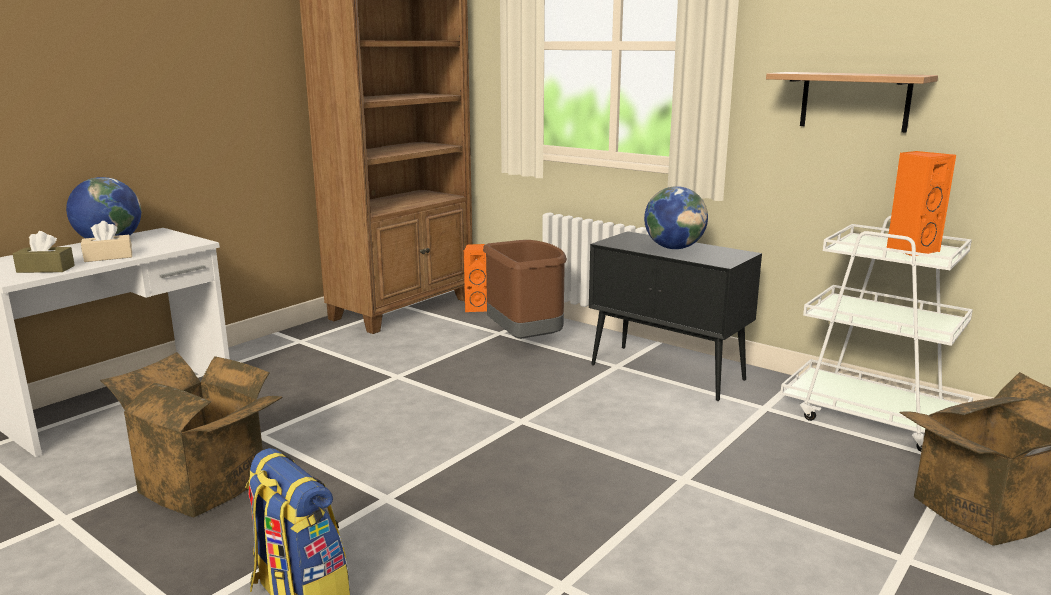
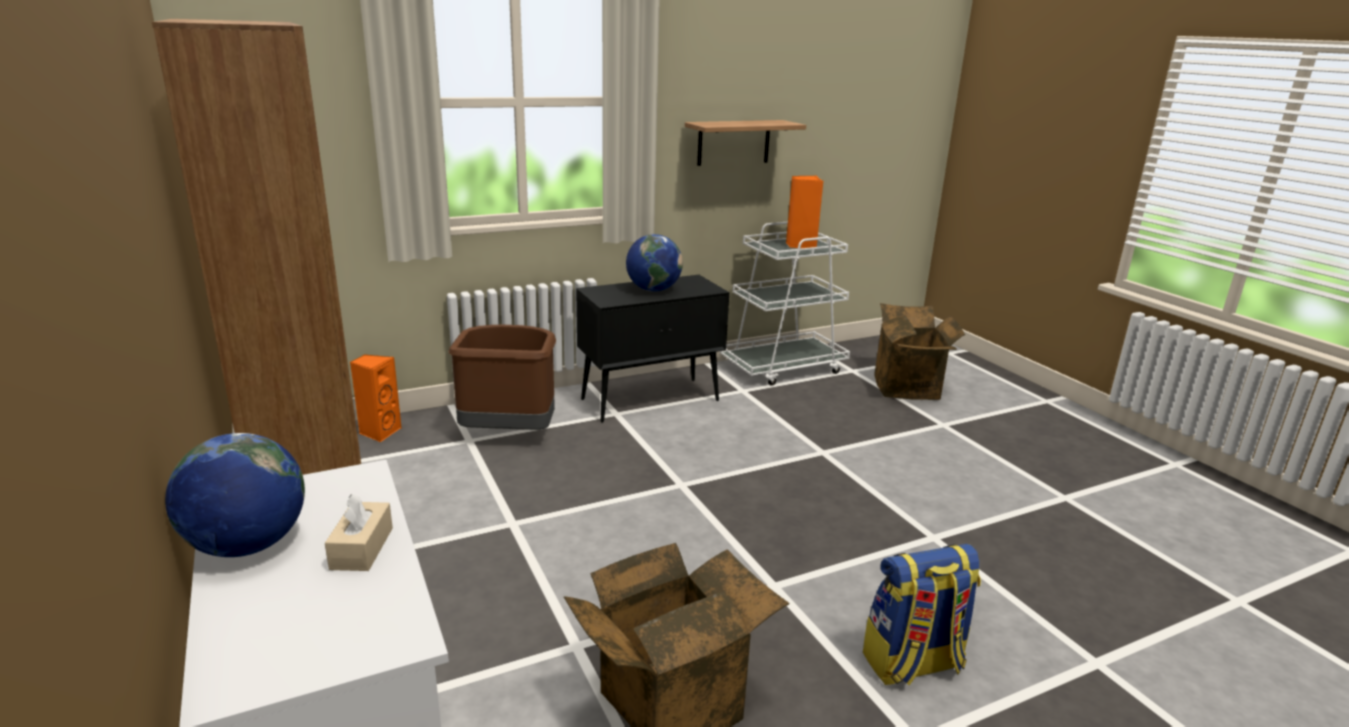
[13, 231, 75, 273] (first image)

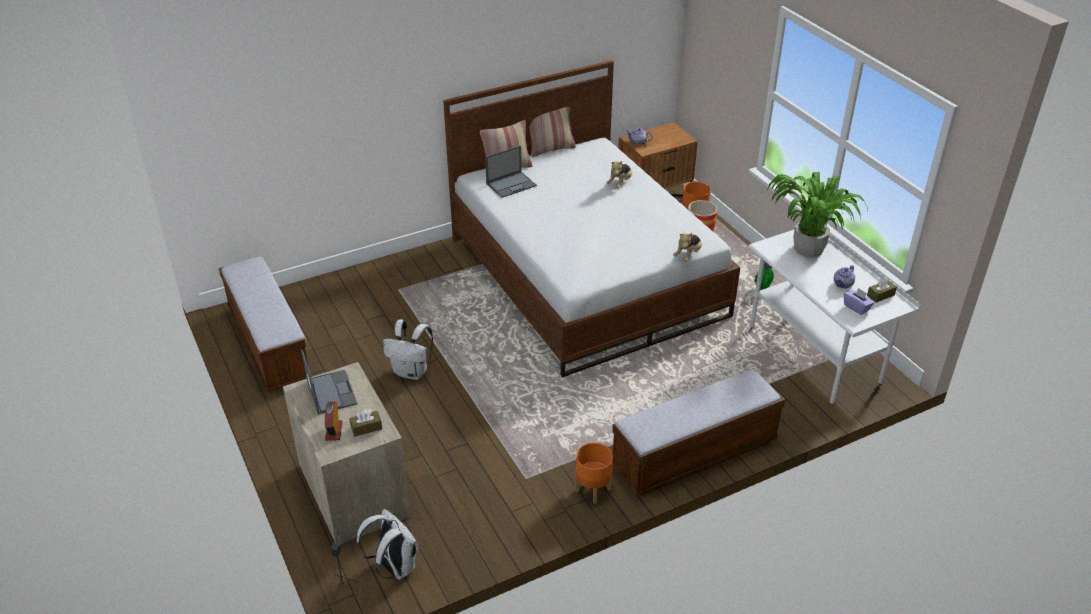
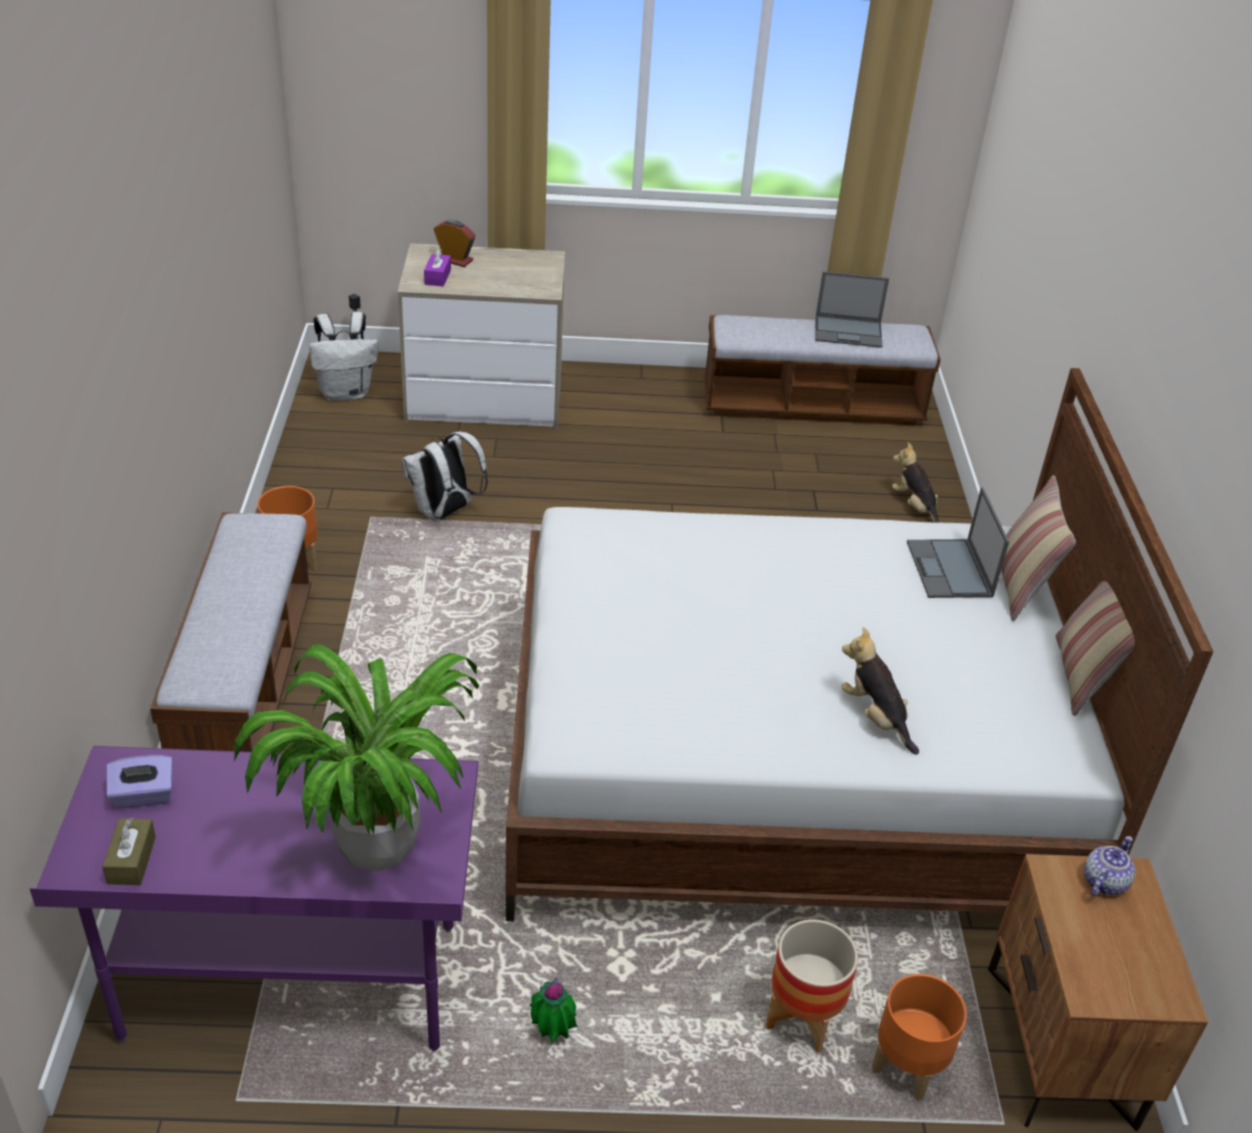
[29, 746, 478, 1051]
[892, 442, 942, 523]
[834, 265, 855, 289] (first image)
[402, 431, 488, 521]
[816, 272, 889, 348]
[424, 248, 451, 287]

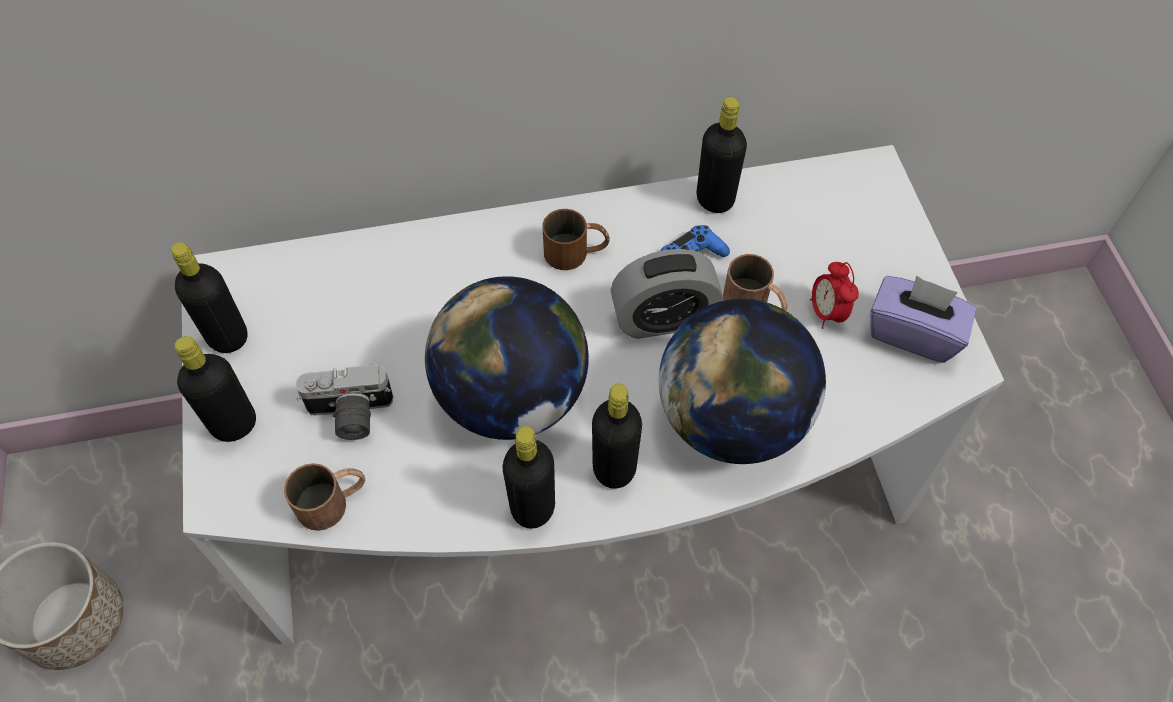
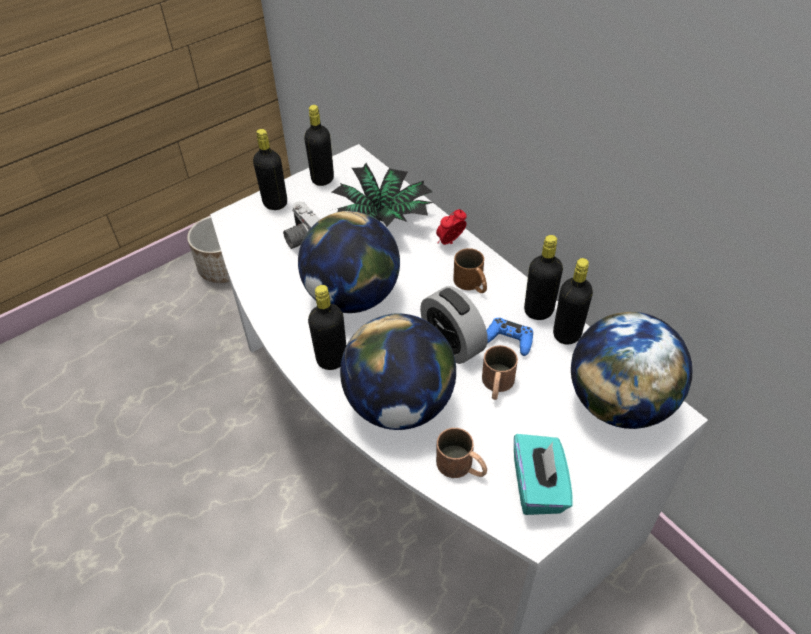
[436, 209, 467, 245]
[514, 434, 573, 515]
[524, 235, 563, 320]
[436, 428, 487, 478]
[332, 163, 434, 227]
[571, 312, 692, 429]

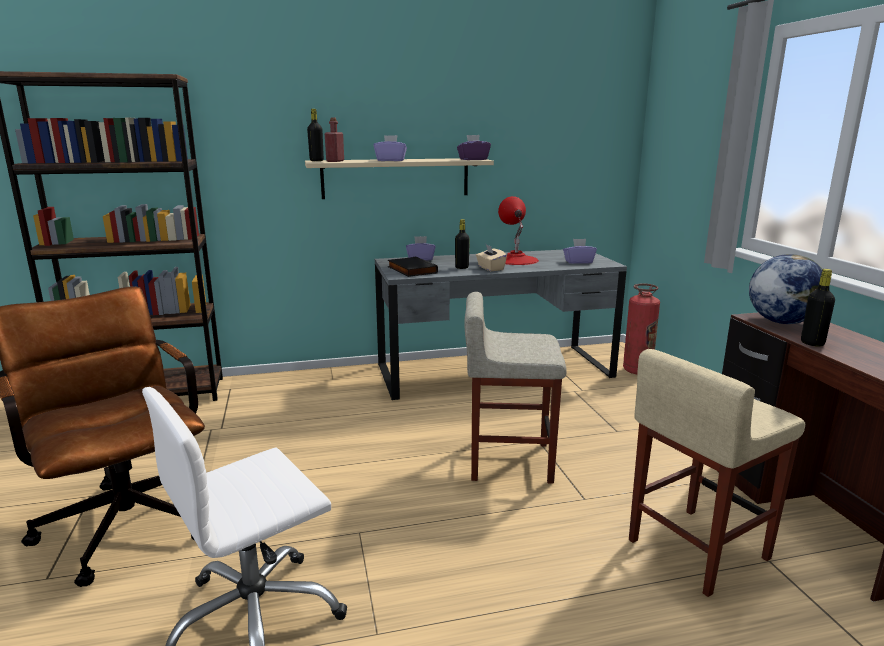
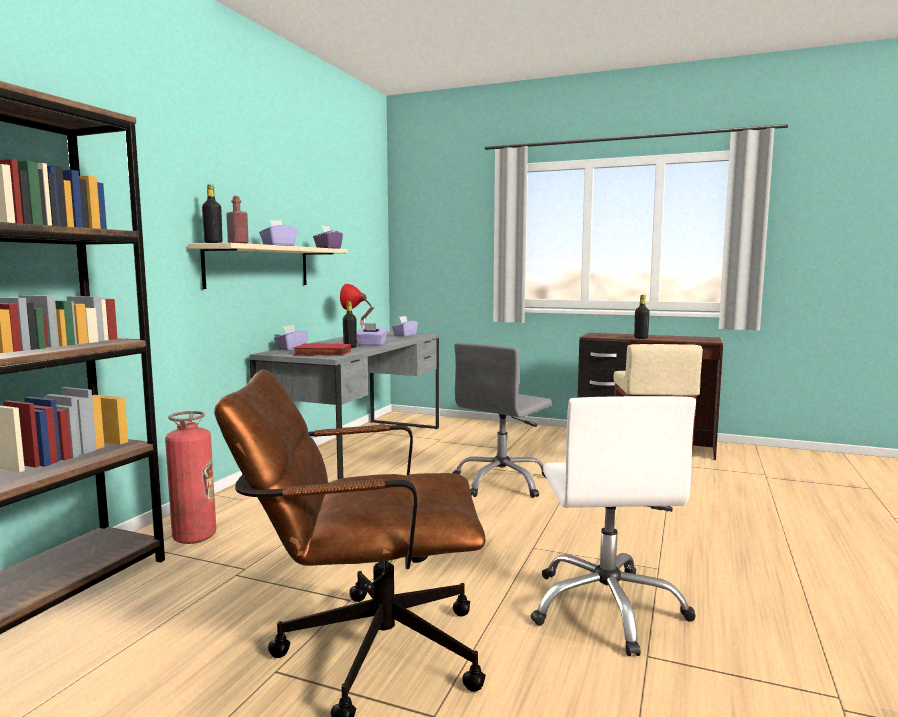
[357, 323, 387, 346]
[749, 254, 830, 324] (first image)
[293, 343, 351, 356]
[165, 411, 216, 544]
[452, 342, 552, 498]

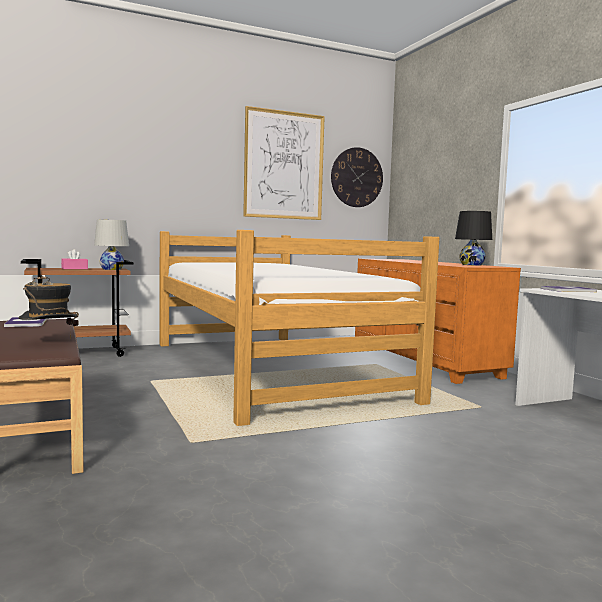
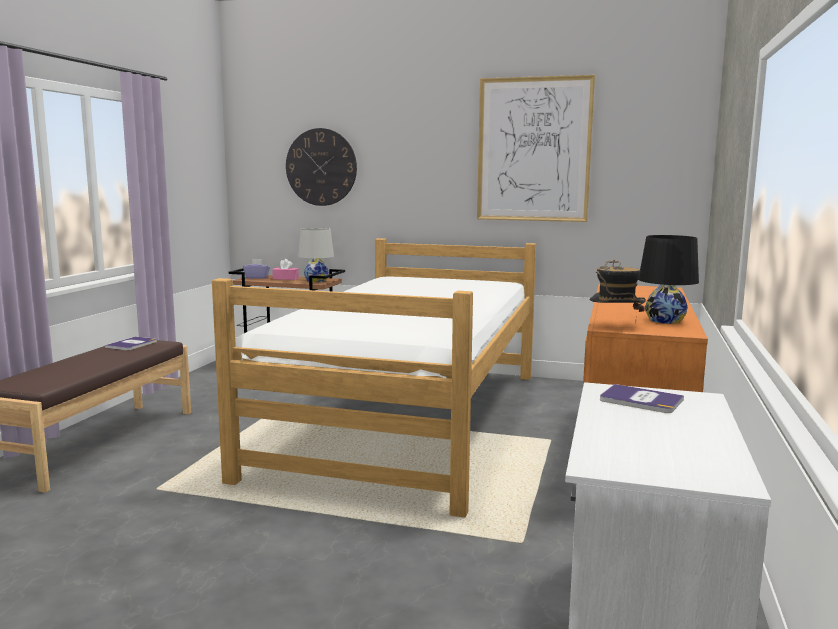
[286, 128, 357, 206]
[590, 260, 646, 323]
[243, 259, 270, 279]

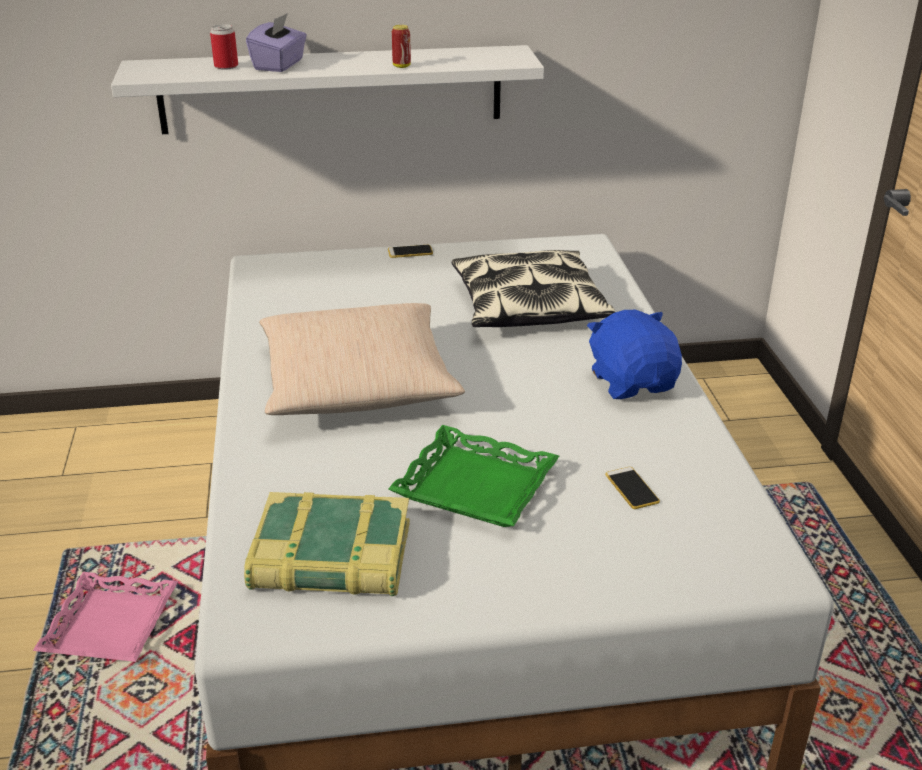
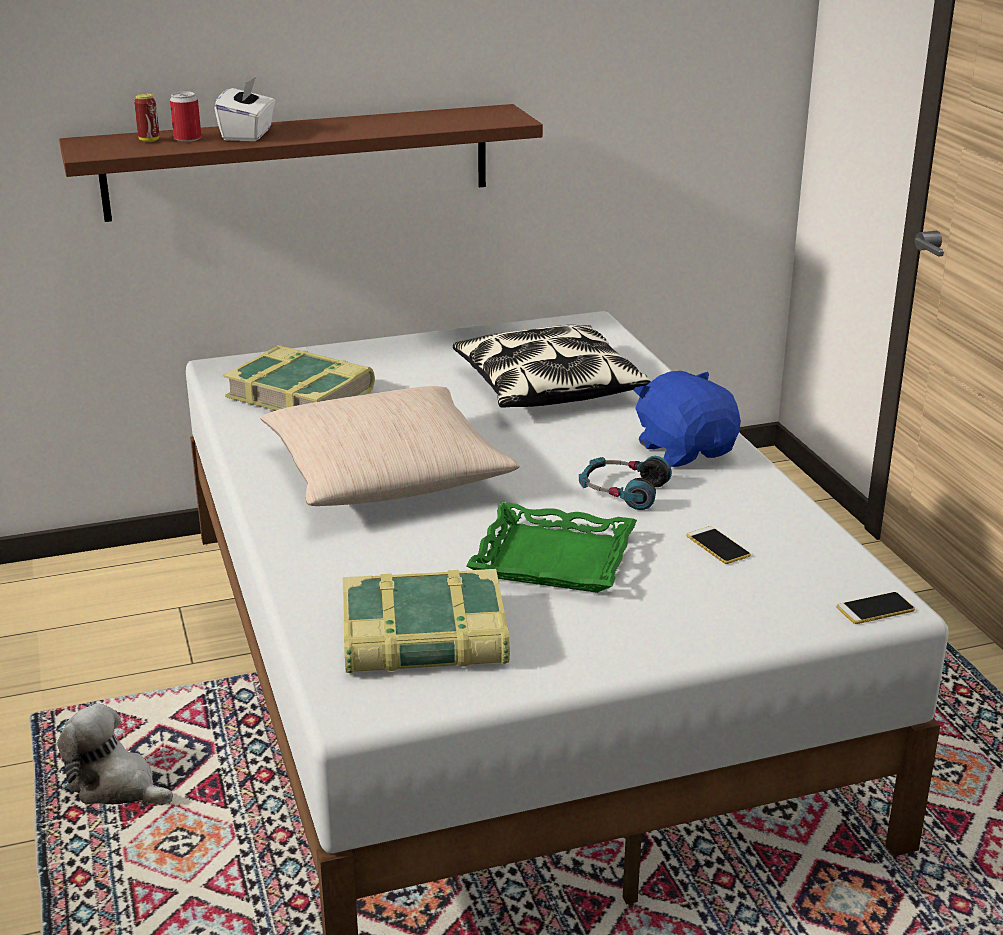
[215, 77, 275, 141]
[134, 94, 159, 142]
[59, 104, 543, 222]
[837, 592, 915, 624]
[57, 704, 173, 805]
[224, 345, 375, 411]
[579, 456, 672, 510]

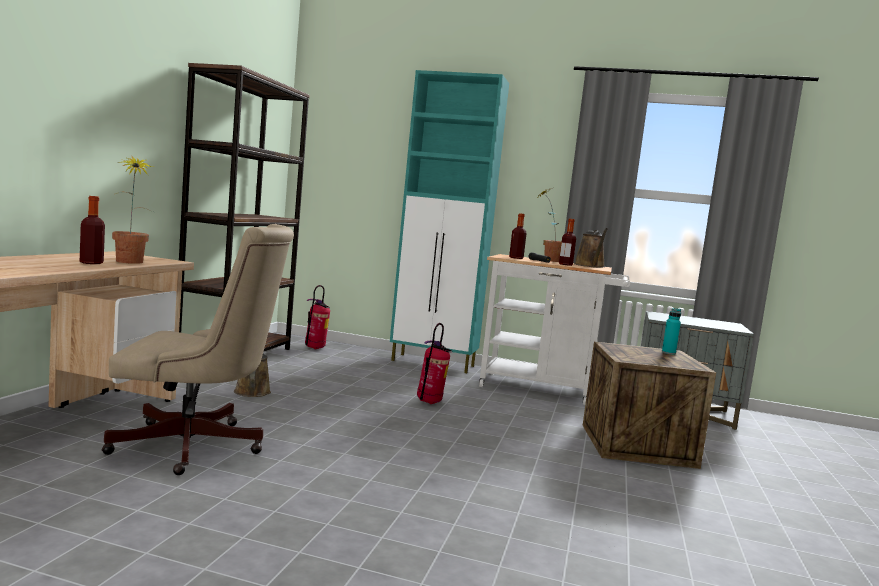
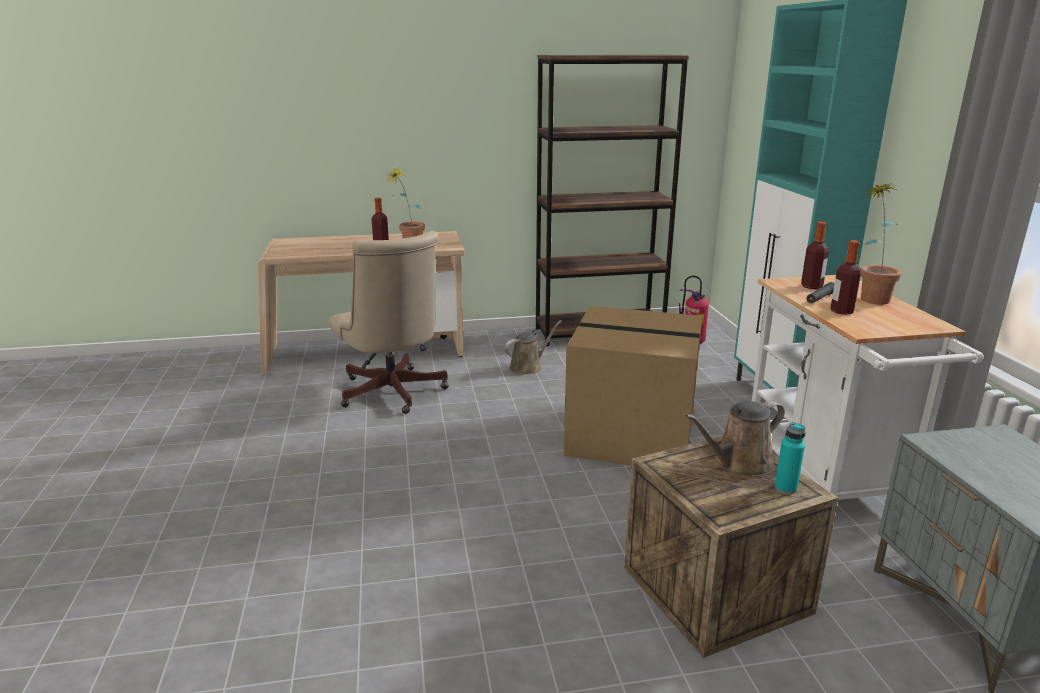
[685, 401, 785, 476]
[564, 306, 703, 466]

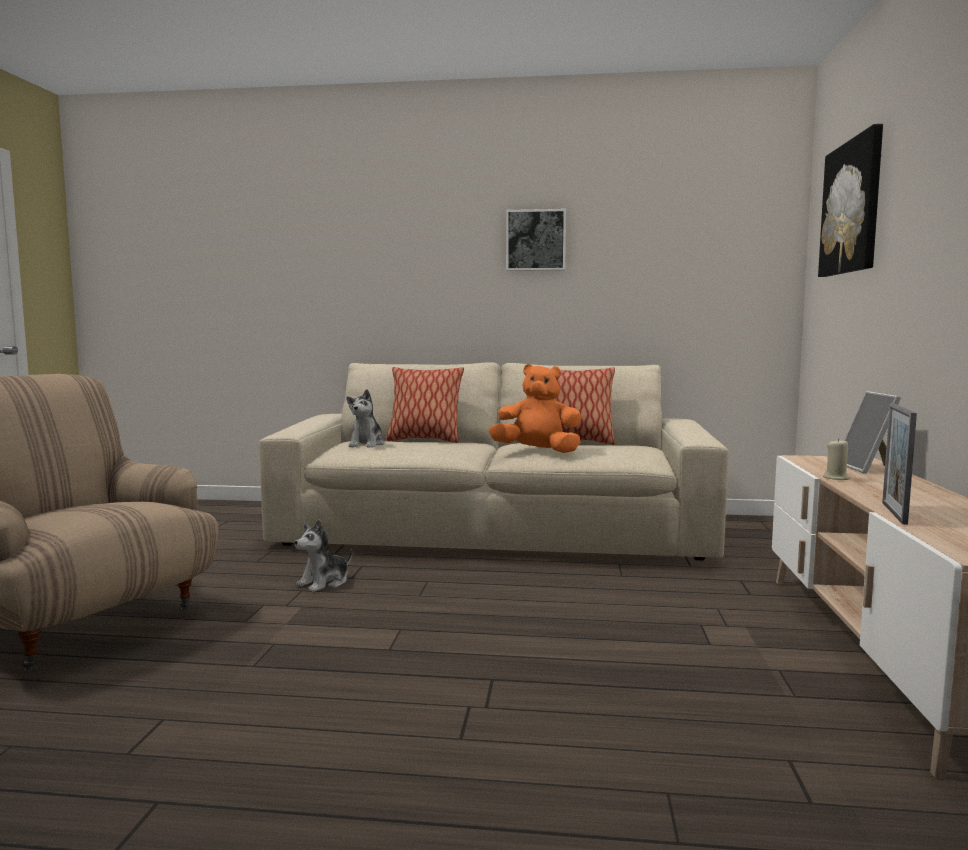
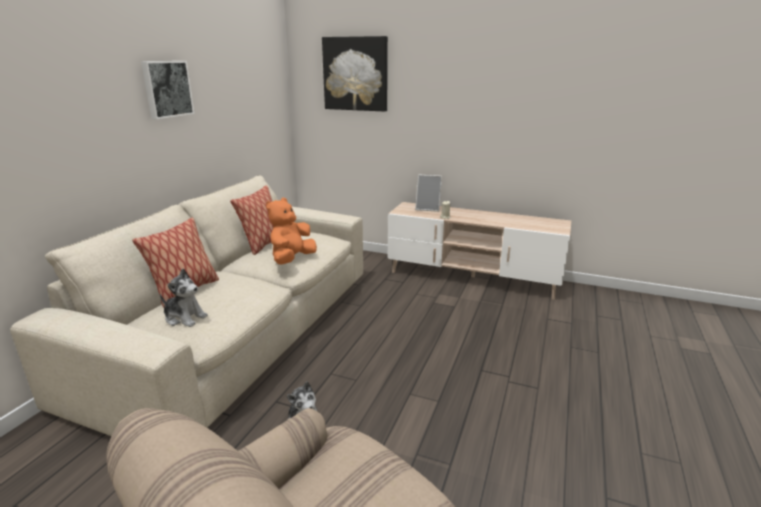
[882, 404, 917, 525] (first image)

